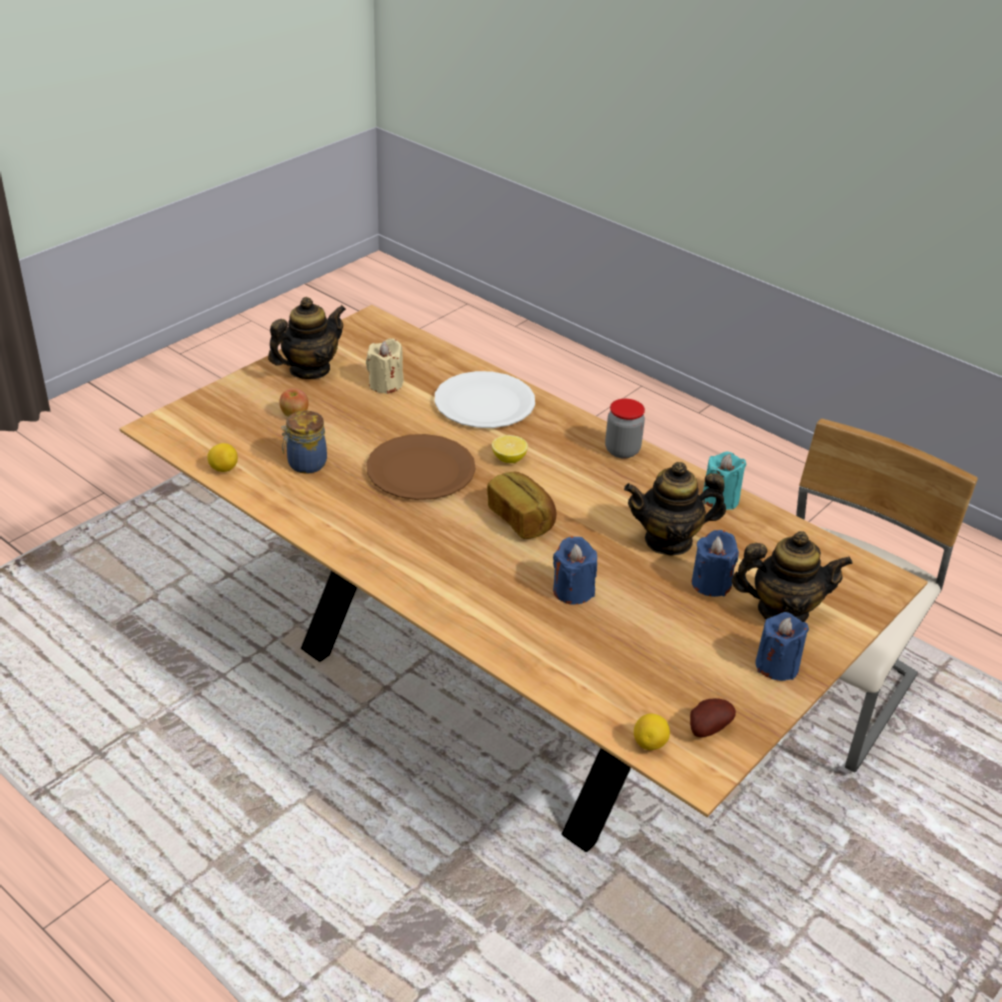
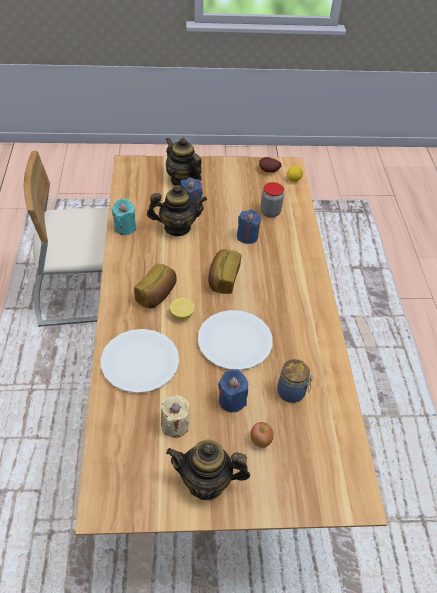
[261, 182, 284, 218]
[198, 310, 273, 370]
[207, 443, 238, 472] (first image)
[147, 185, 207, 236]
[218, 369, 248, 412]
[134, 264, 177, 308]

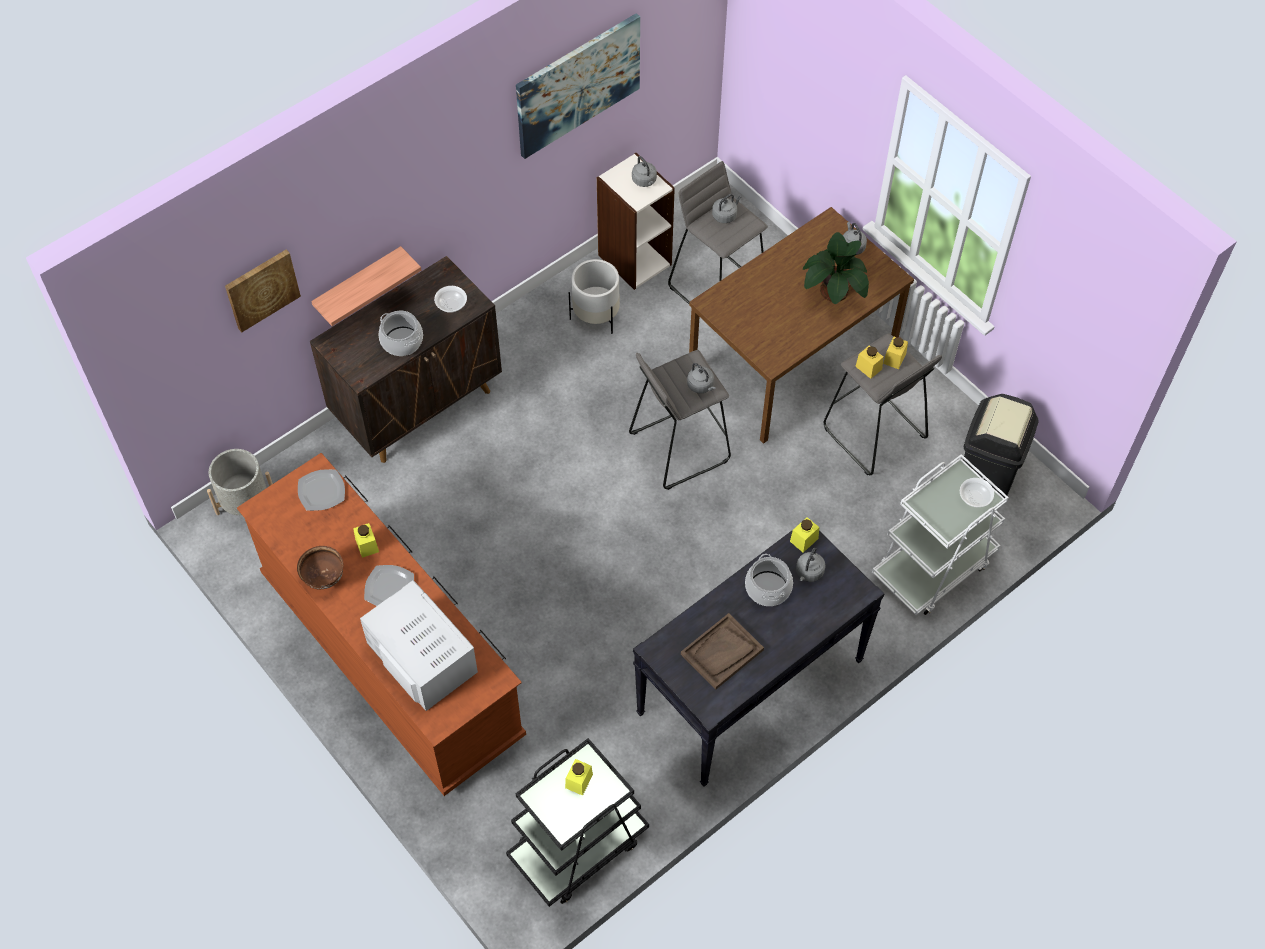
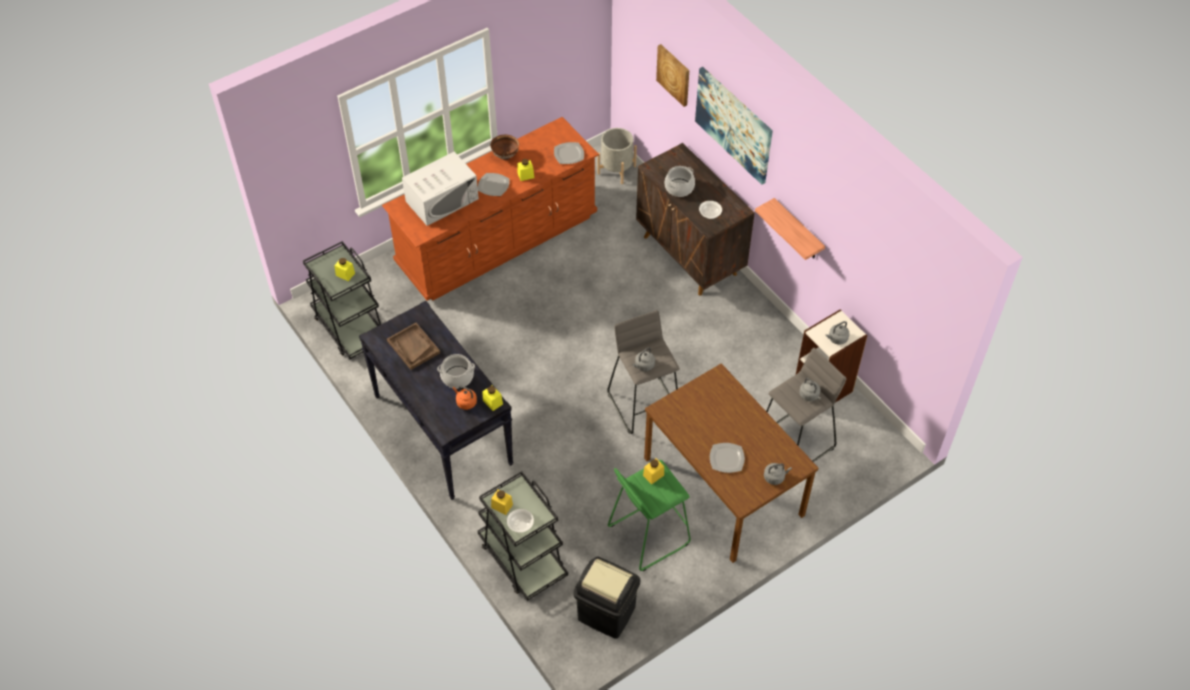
[695, 67, 773, 185]
[710, 443, 745, 473]
[755, 198, 825, 260]
[569, 259, 620, 334] (first image)
[608, 460, 691, 571]
[491, 489, 513, 515]
[477, 471, 568, 601]
[453, 386, 477, 410]

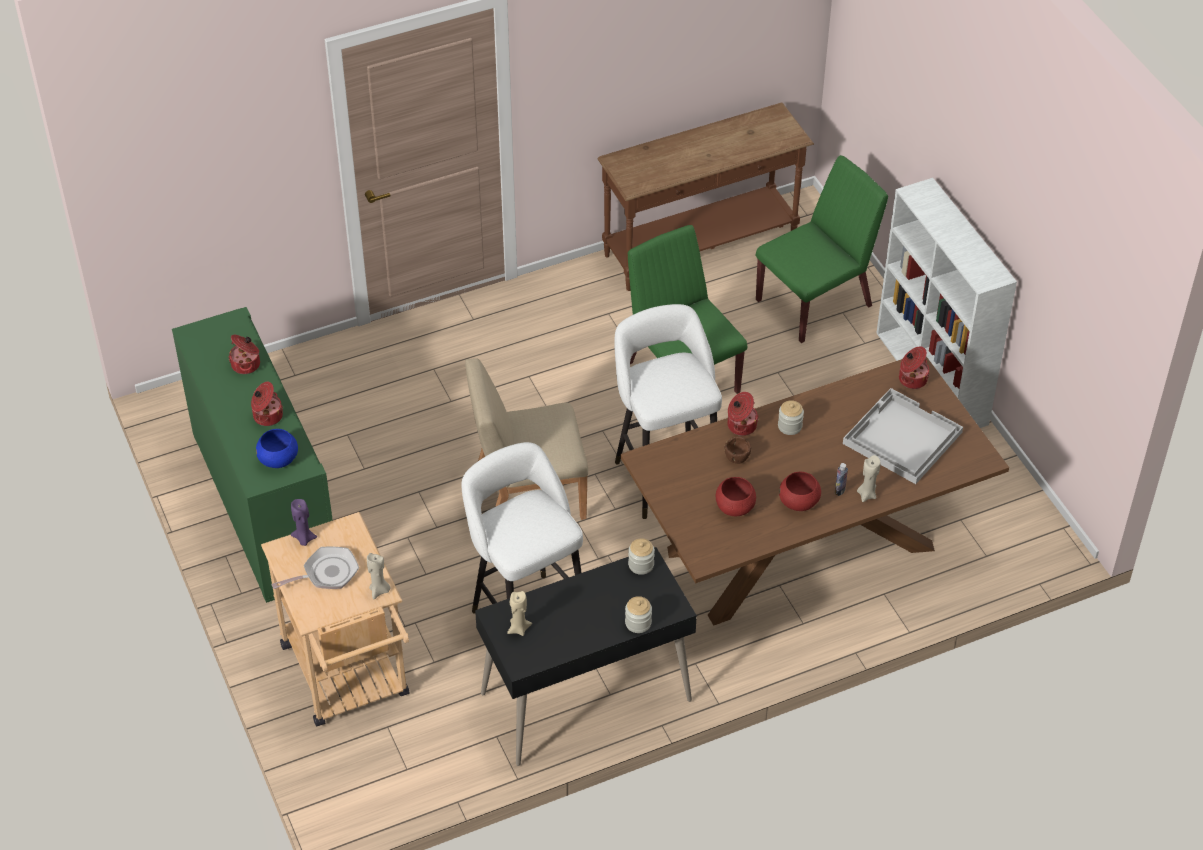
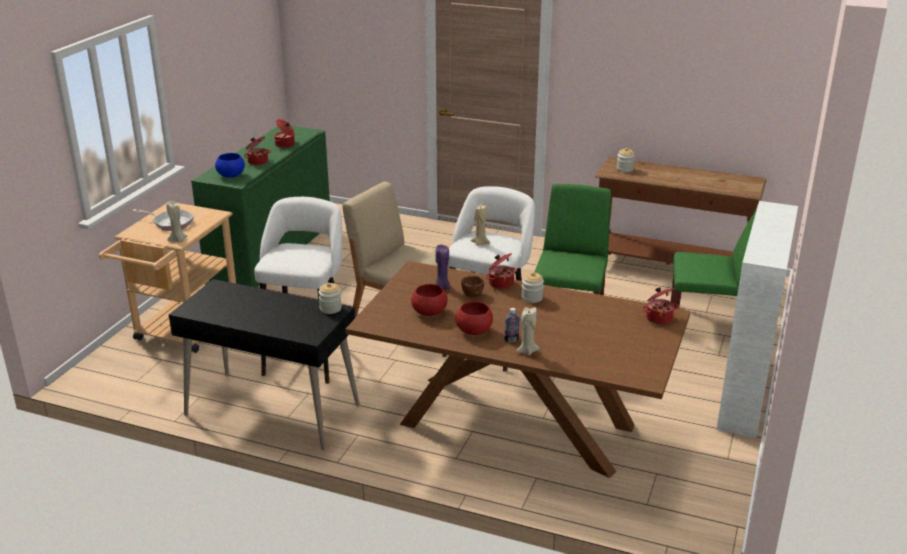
[843, 388, 963, 484] (first image)
[435, 245, 450, 289]
[470, 204, 490, 246]
[617, 148, 635, 172]

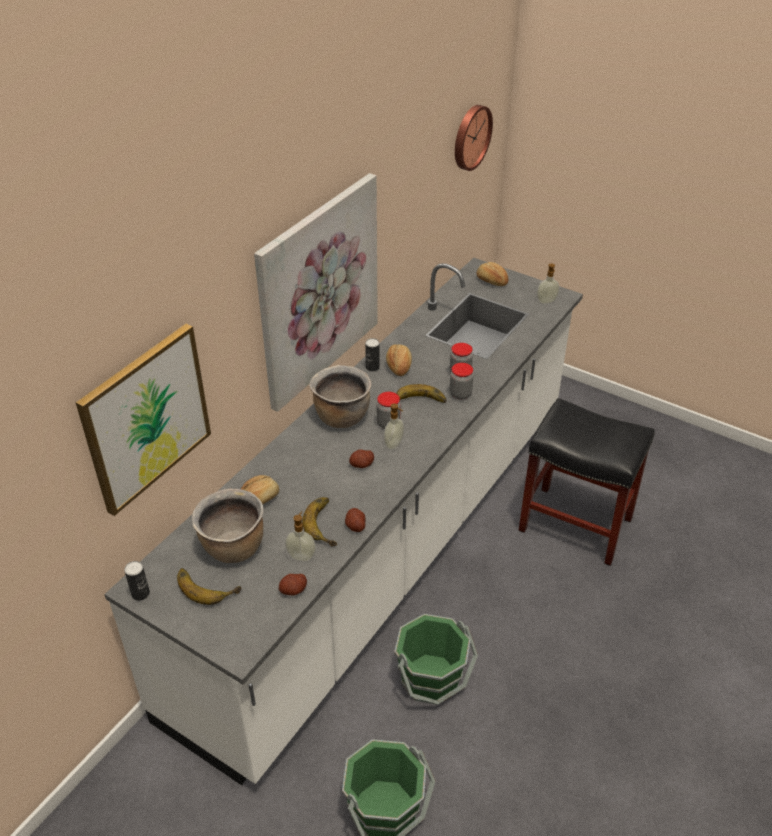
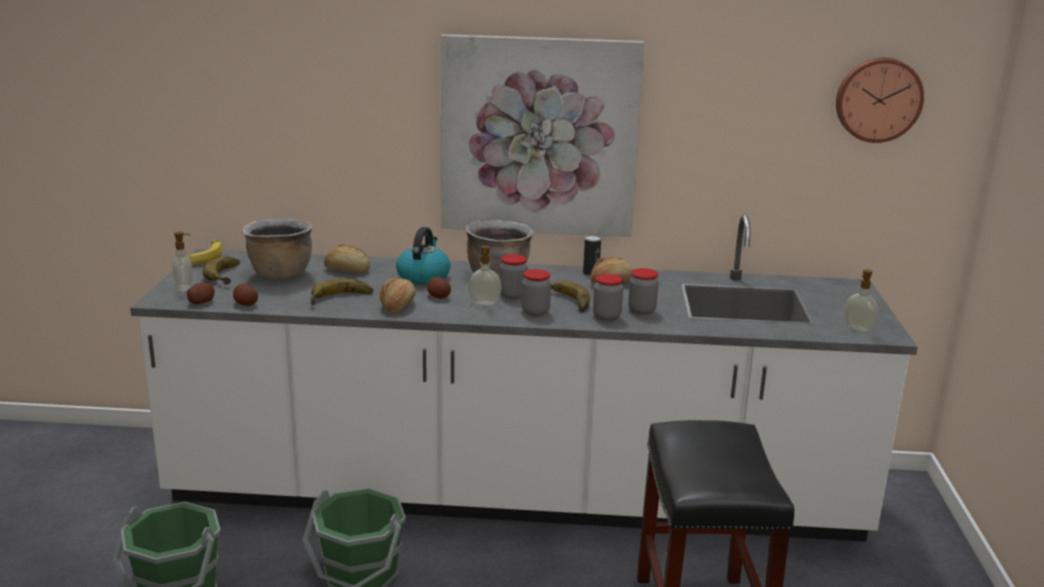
[380, 277, 416, 313]
[76, 324, 211, 516] (first image)
[187, 283, 215, 304]
[172, 232, 193, 292]
[188, 239, 223, 265]
[396, 227, 450, 285]
[522, 269, 551, 316]

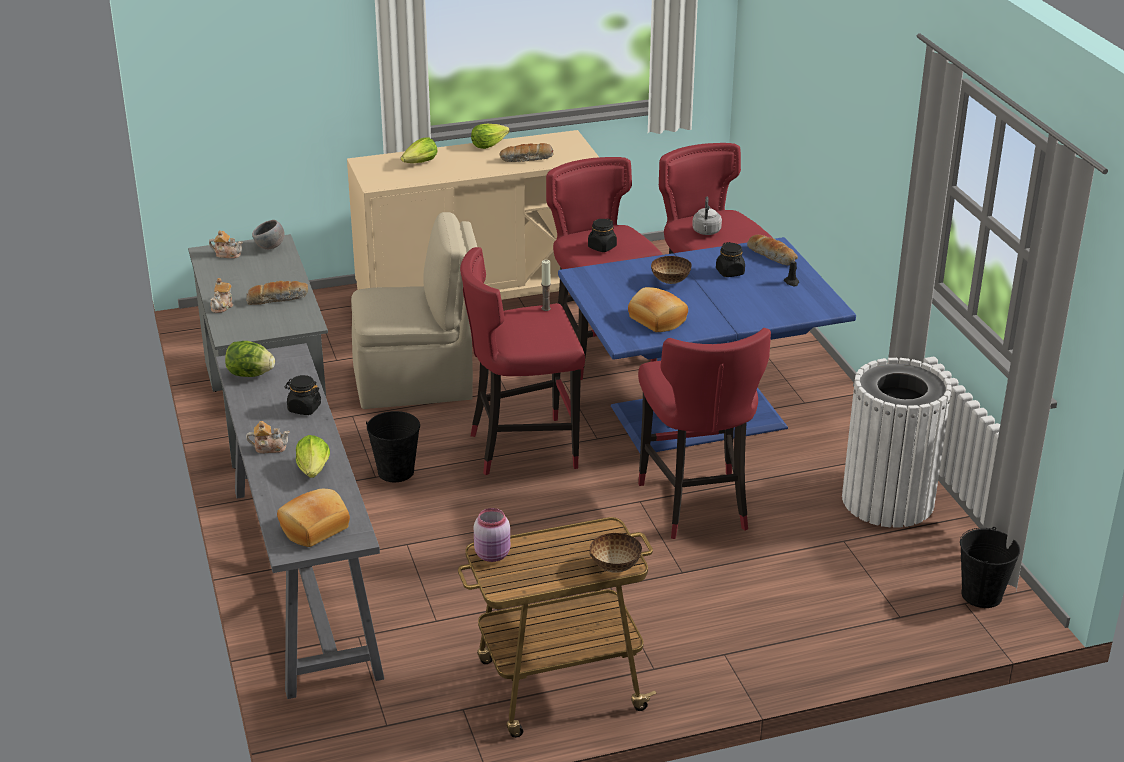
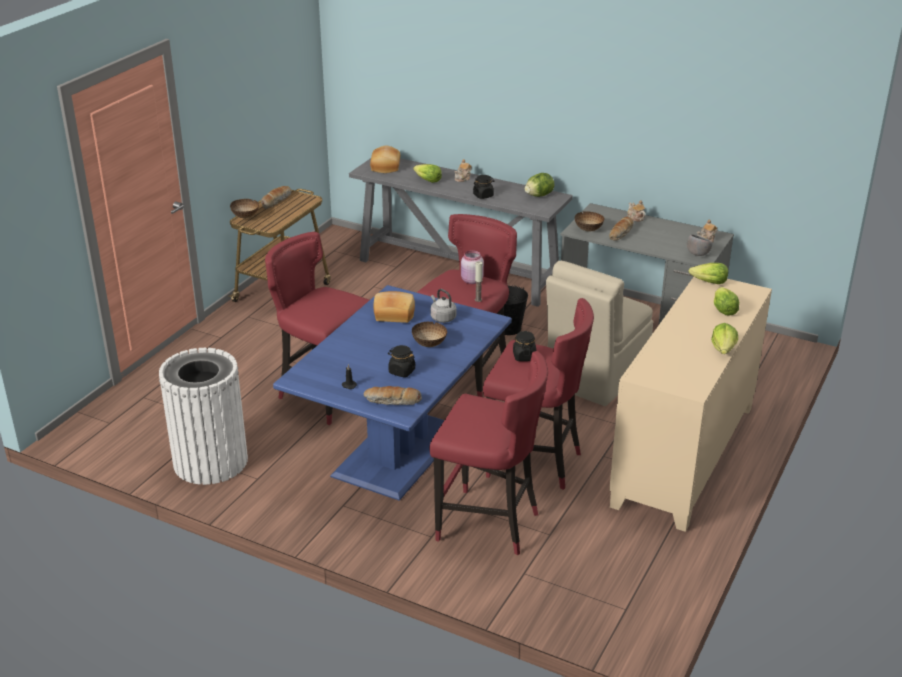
[261, 186, 291, 209]
[431, 289, 456, 323]
[461, 250, 484, 284]
[960, 527, 1020, 608] (first image)
[575, 211, 604, 232]
[688, 263, 728, 284]

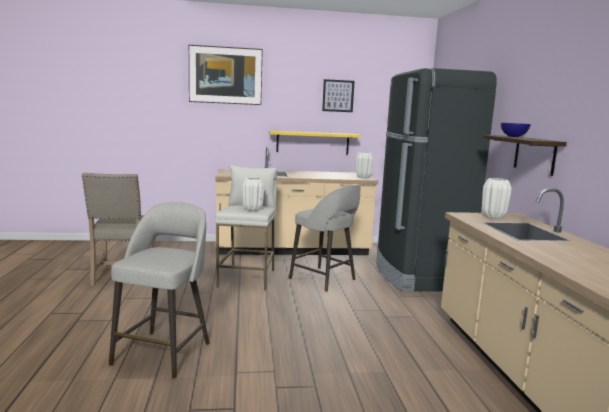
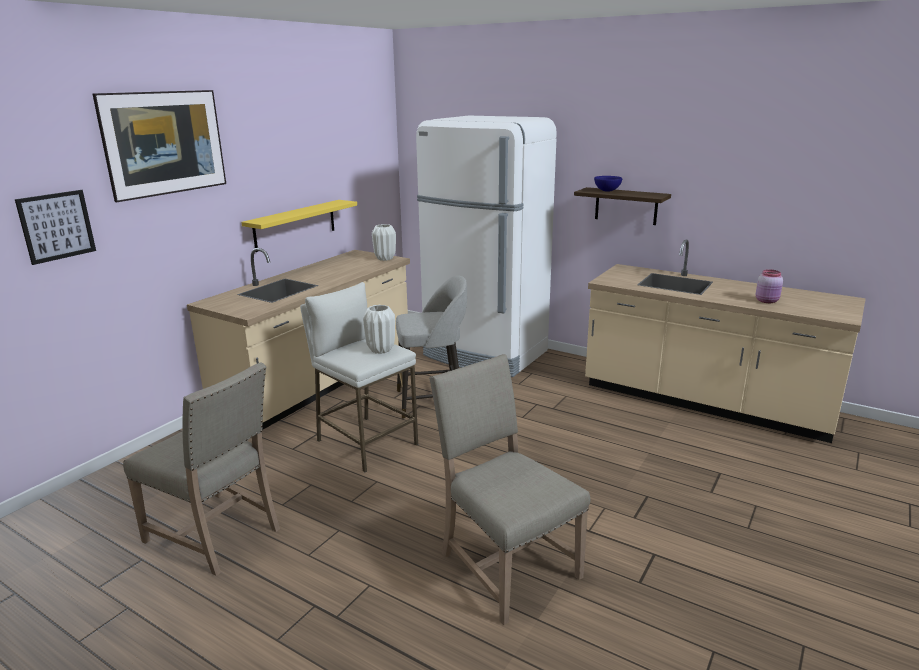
[416, 116, 557, 377]
[15, 190, 96, 265]
[482, 178, 512, 219] (first image)
[429, 354, 590, 625]
[756, 269, 783, 303]

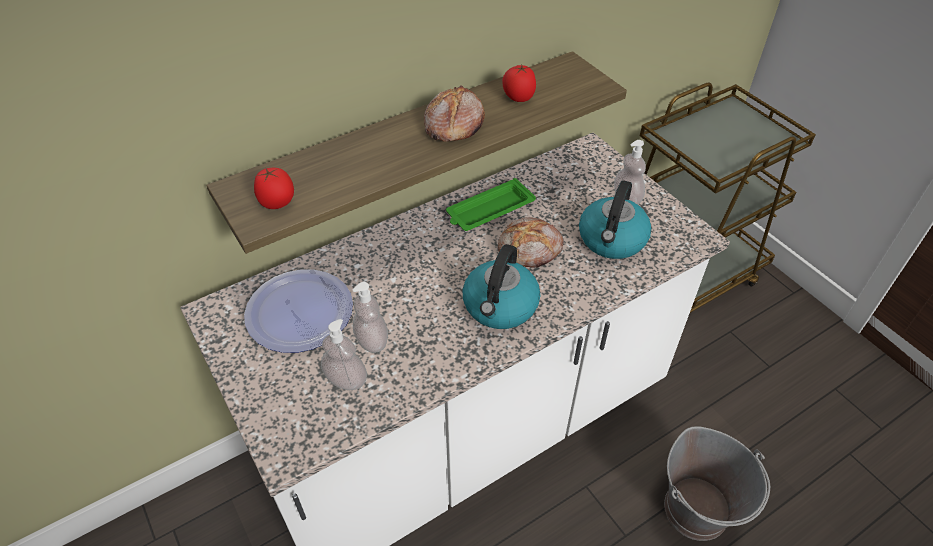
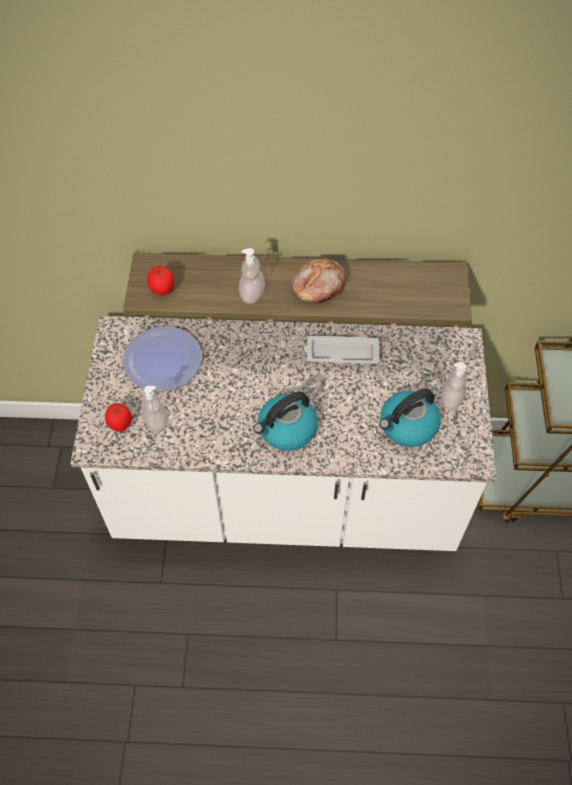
[105, 403, 132, 432]
[304, 336, 380, 364]
[498, 217, 564, 268] (first image)
[239, 248, 265, 304]
[664, 426, 770, 541] (first image)

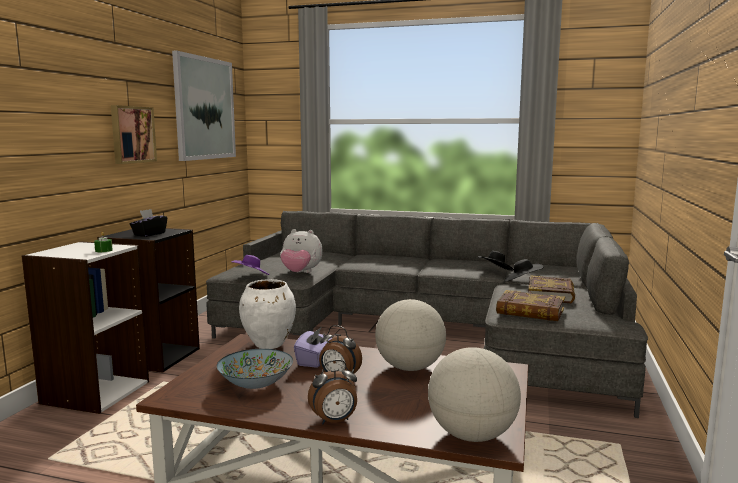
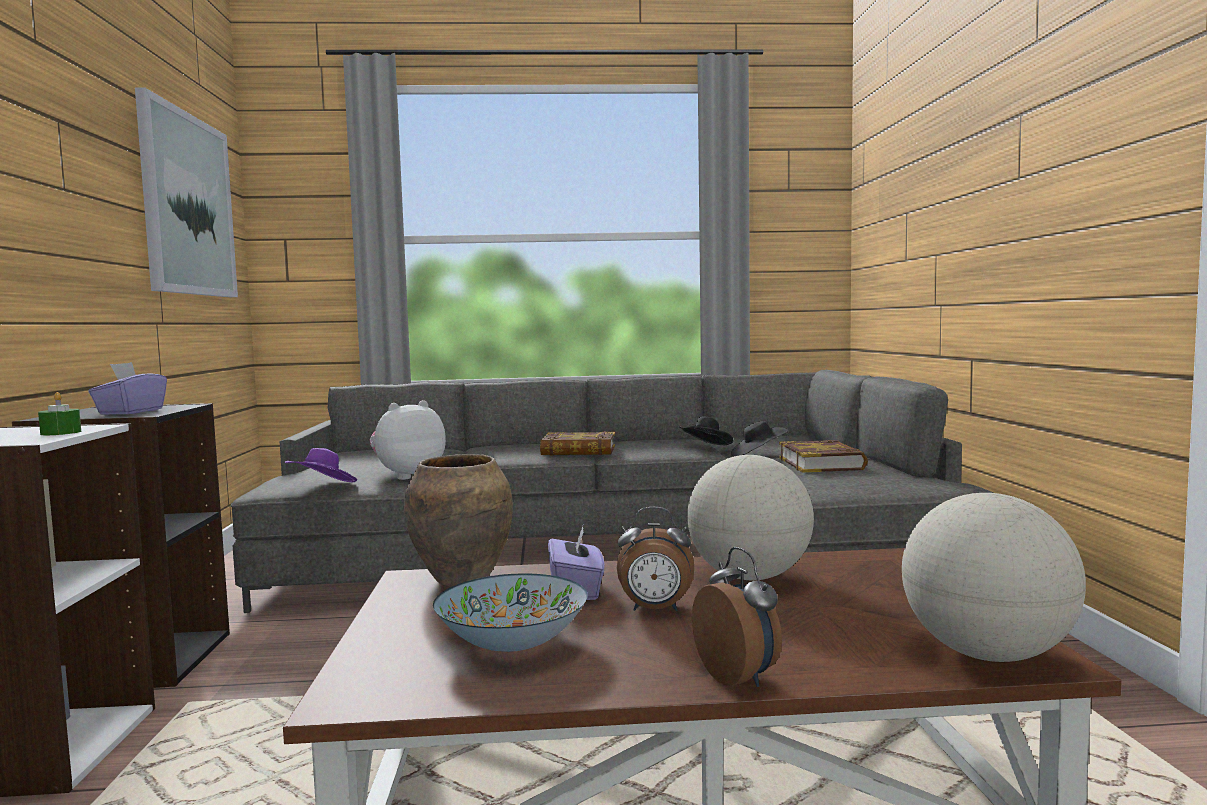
[111, 105, 157, 164] (first image)
[88, 362, 167, 414]
[370, 400, 446, 480]
[404, 454, 513, 587]
[540, 431, 615, 455]
[692, 547, 782, 687]

